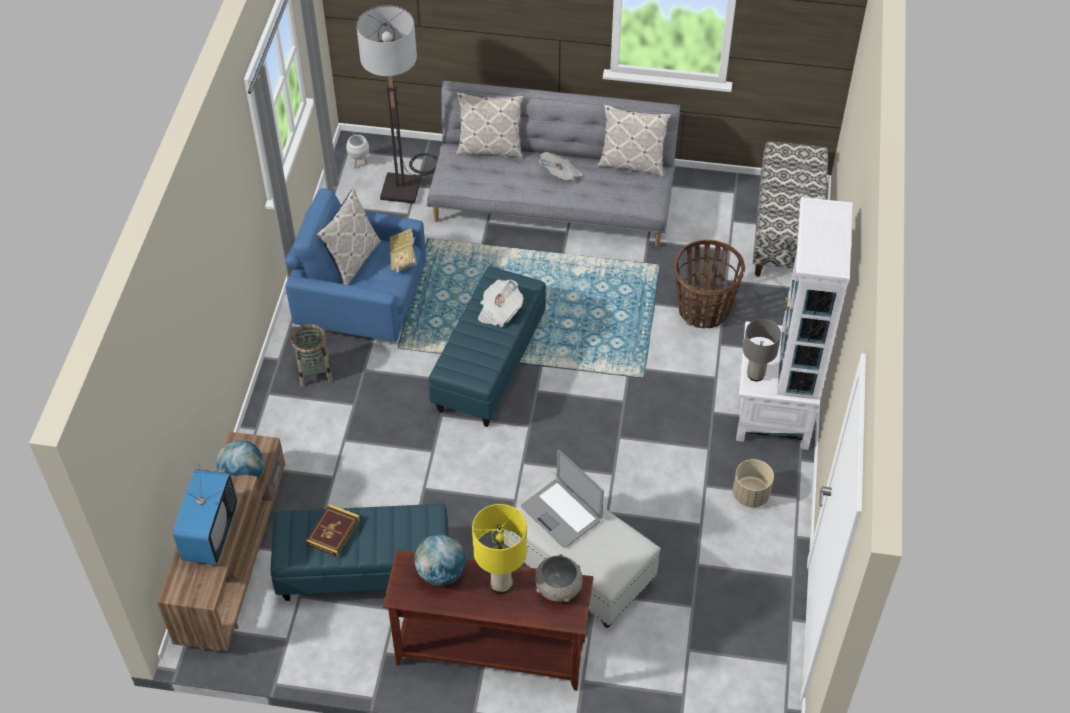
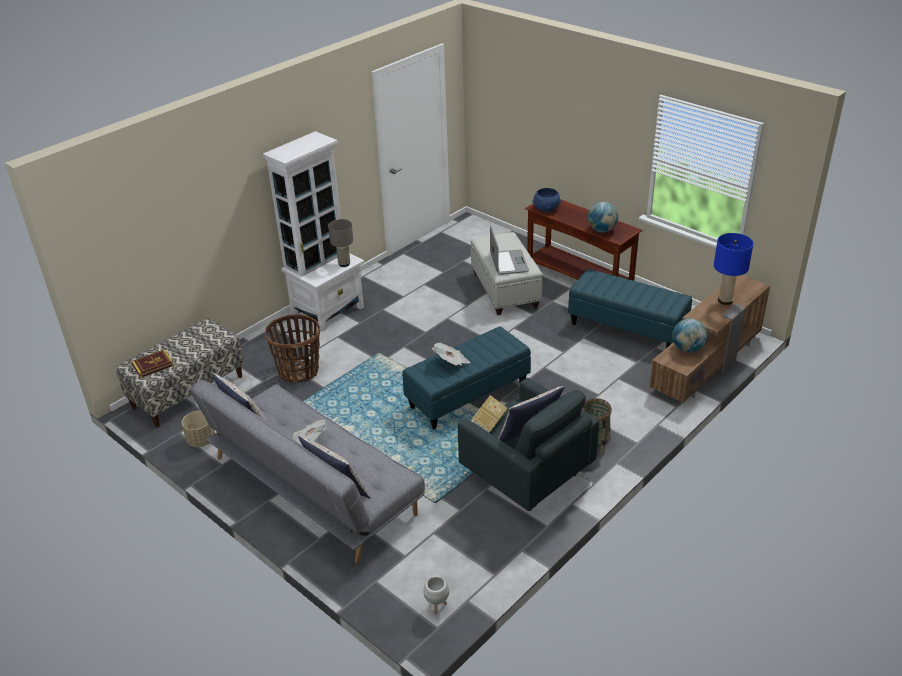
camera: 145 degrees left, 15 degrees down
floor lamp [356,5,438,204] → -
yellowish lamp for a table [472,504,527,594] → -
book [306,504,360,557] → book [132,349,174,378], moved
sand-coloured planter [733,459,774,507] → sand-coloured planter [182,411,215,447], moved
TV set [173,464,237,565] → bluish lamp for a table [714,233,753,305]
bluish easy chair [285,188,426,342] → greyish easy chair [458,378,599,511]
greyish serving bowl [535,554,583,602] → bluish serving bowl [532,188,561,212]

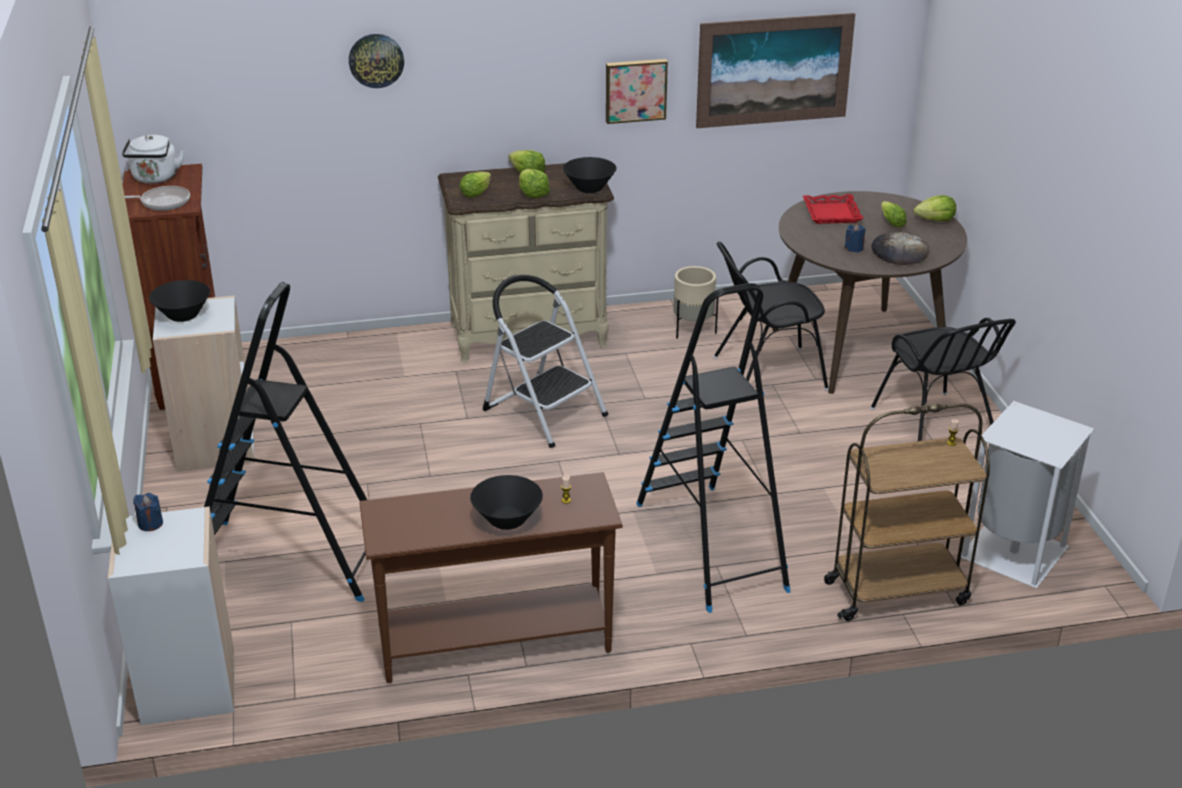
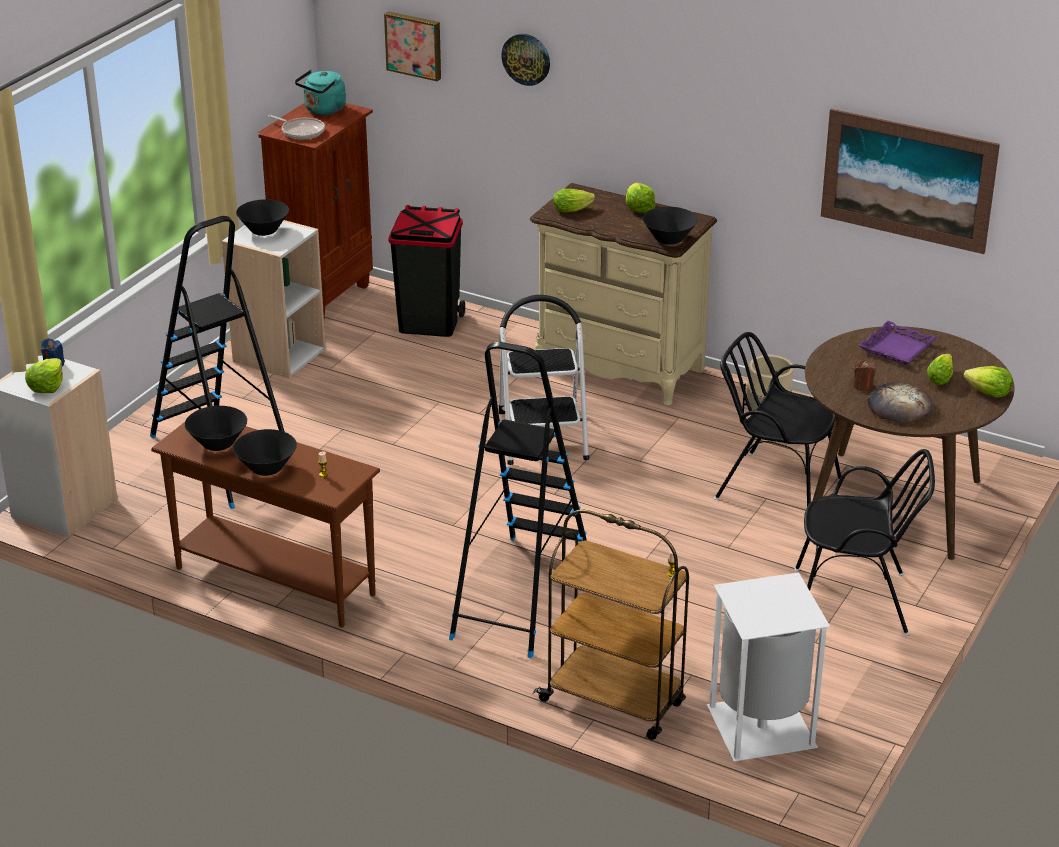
camera: 40 degrees right, 0 degrees up
- → black-coloured serving bowl [185,406,247,451]
- → black-coloured trash can [388,205,465,337]
lettuce [519,169,550,198] → lettuce [25,358,63,393], moved
picture [606,59,668,124] → picture [384,11,441,81], moved
white-coloured tea kettle [122,135,184,184] → turquoise-coloured tea kettle [295,70,346,115]
red serving tray [803,194,864,224] → purplish serving tray [858,321,938,365]
bluish wax candle [845,224,866,253] → brown-coloured wax candle [853,360,876,391]
black-coloured upright chair [870,318,1016,441] → black-coloured upright chair [794,449,935,636], 105 degrees counterclockwise

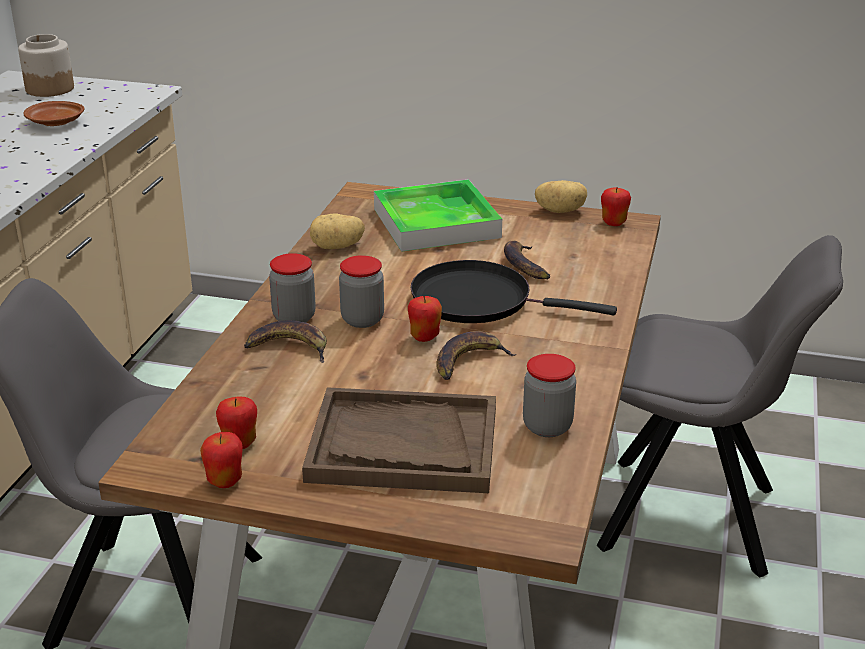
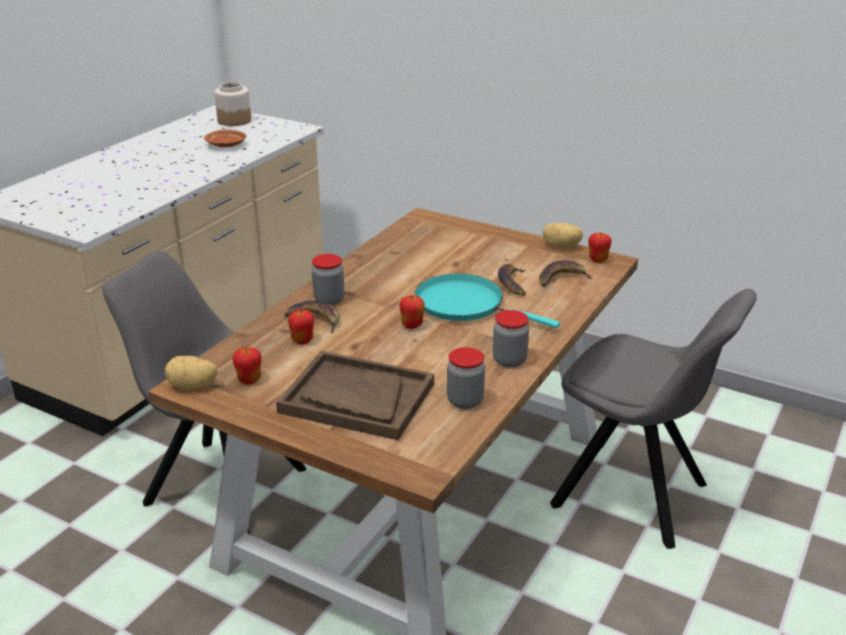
camera: 15 degrees right, 0 degrees up
serving tray [374,179,502,252] → -
apple [200,432,243,488] → apple [288,309,314,344], moved
whole potato [310,213,365,249] → whole potato [165,356,218,389], moved
jar [339,255,384,328] → jar [493,310,529,368], moved
whole banana [436,331,516,380] → whole banana [539,260,594,287], moved
black-coloured pan [411,260,617,323] → turquoise-coloured pan [415,274,560,328]

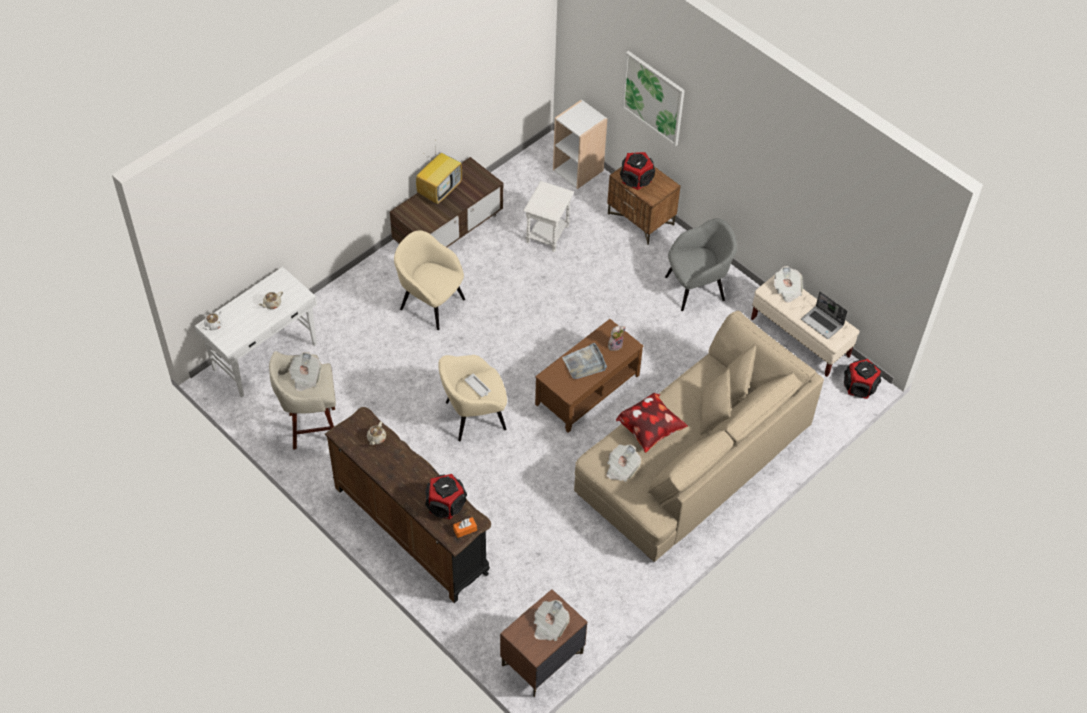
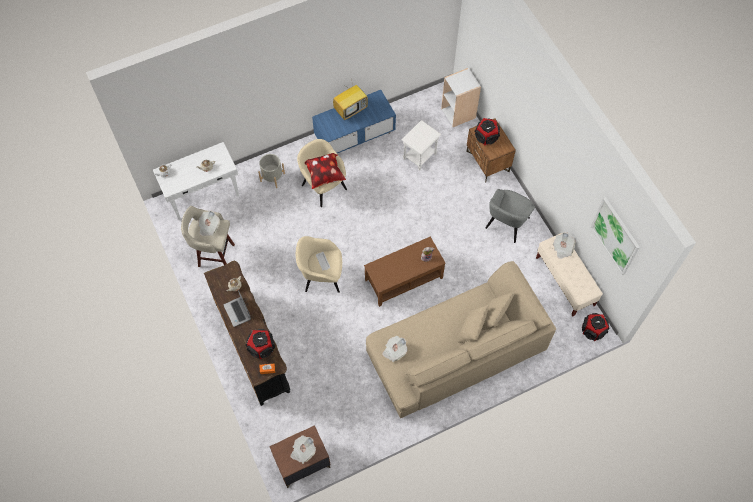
camera: 20 degrees right, 10 degrees up
greyish serving tray [562,343,607,379] → -
- → greyish planter [258,154,285,188]
throw pillow [616,393,688,453] → throw pillow [305,153,346,189], moved
picture [621,51,685,147] → picture [590,197,640,276], moved
notebook computer [801,292,848,339] → notebook computer [224,290,251,327], moved
brown-coloured tv unit [390,157,503,248] → bluish tv unit [312,90,396,153]
greyish easy chair [665,218,737,311] → greyish easy chair [486,189,535,243], 120 degrees clockwise

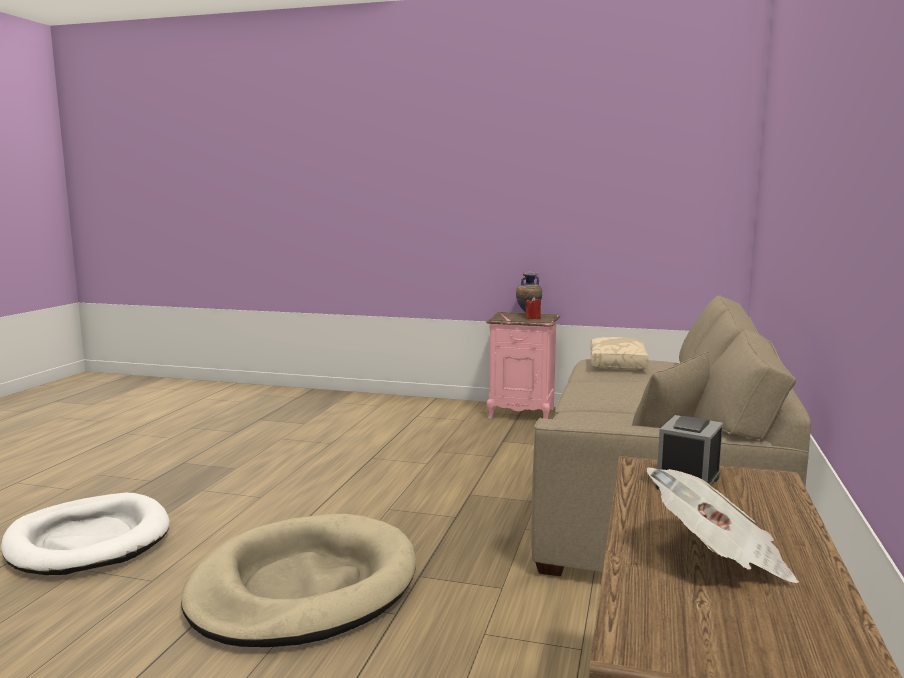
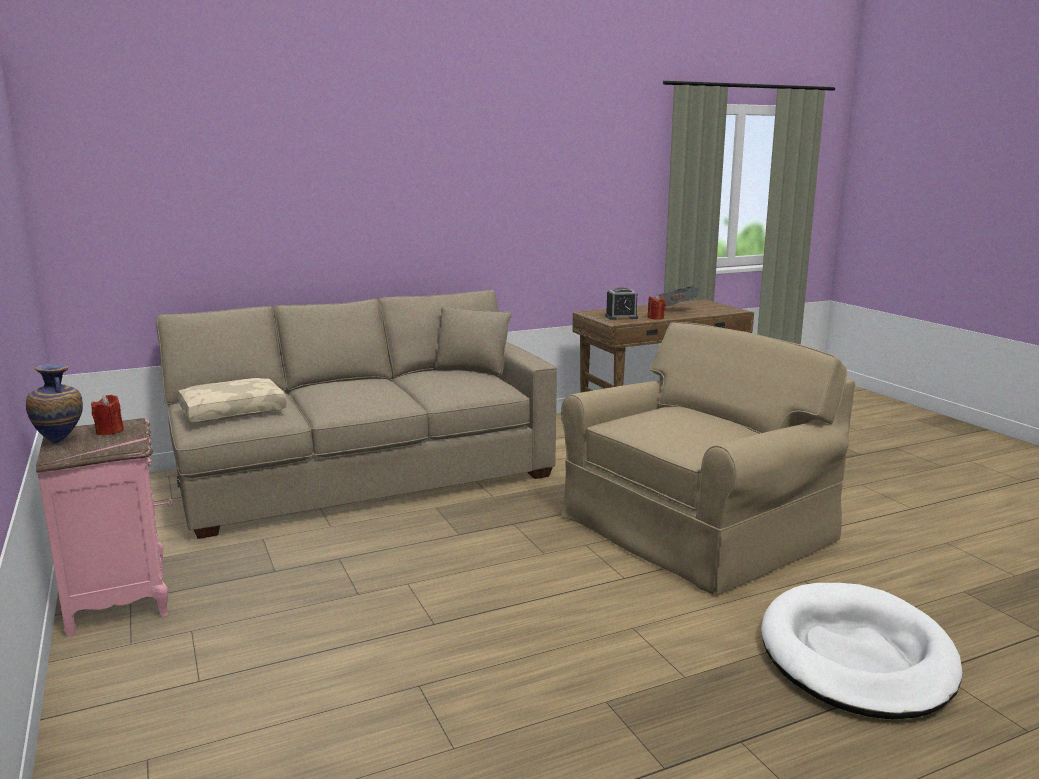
camera: 130 degrees left, 5 degrees up
- → red wax candle [647,295,666,320]
sand-coloured pet bed [181,514,416,647] → sand-coloured easy chair [561,322,855,595]

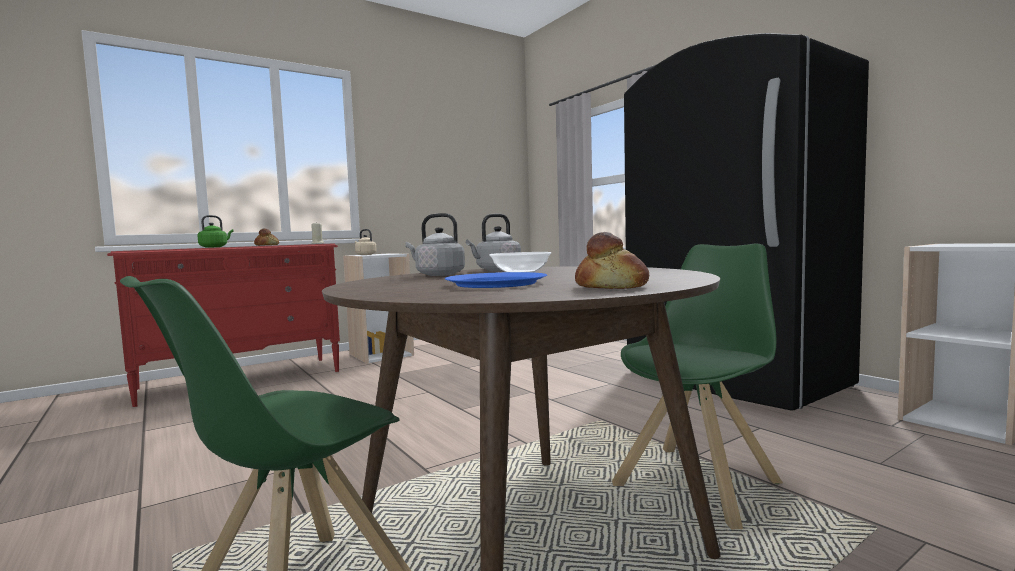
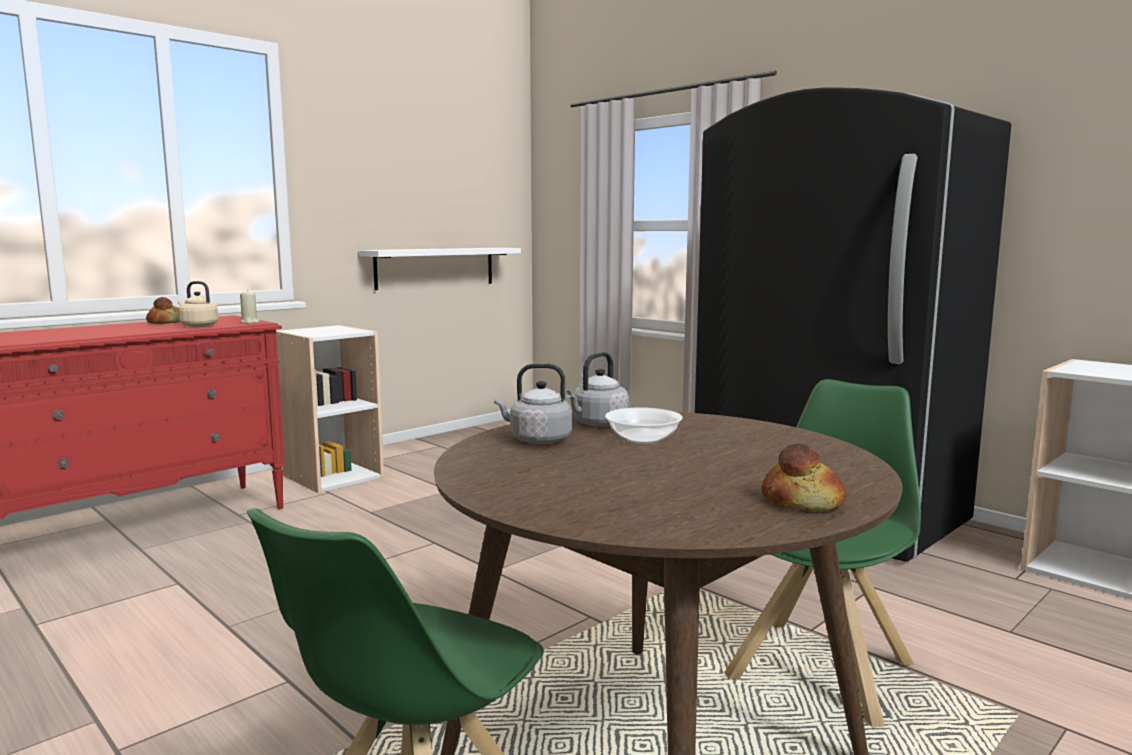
camera: 10 degrees left, 5 degrees up
greenish tea kettle [197,215,234,248] → -
bluish dinner plate [445,272,547,288] → -
- → white-coloured shelf [359,248,521,290]
sand-coloured tea kettle [355,229,377,255] → sand-coloured tea kettle [178,281,218,327], moved

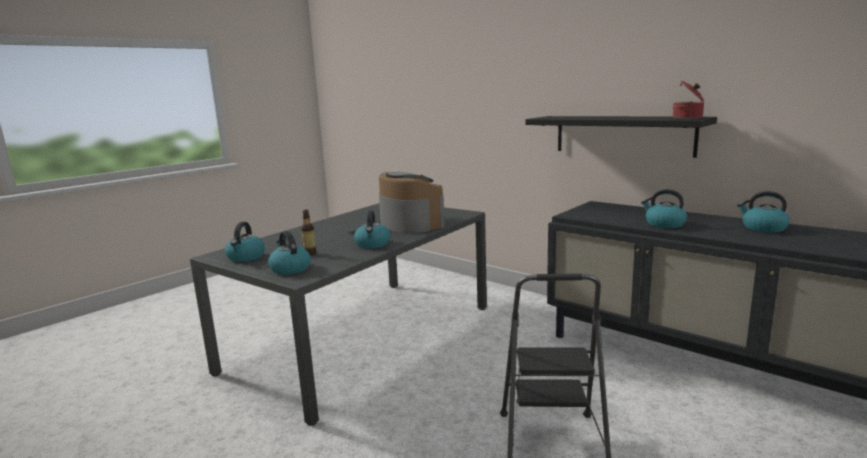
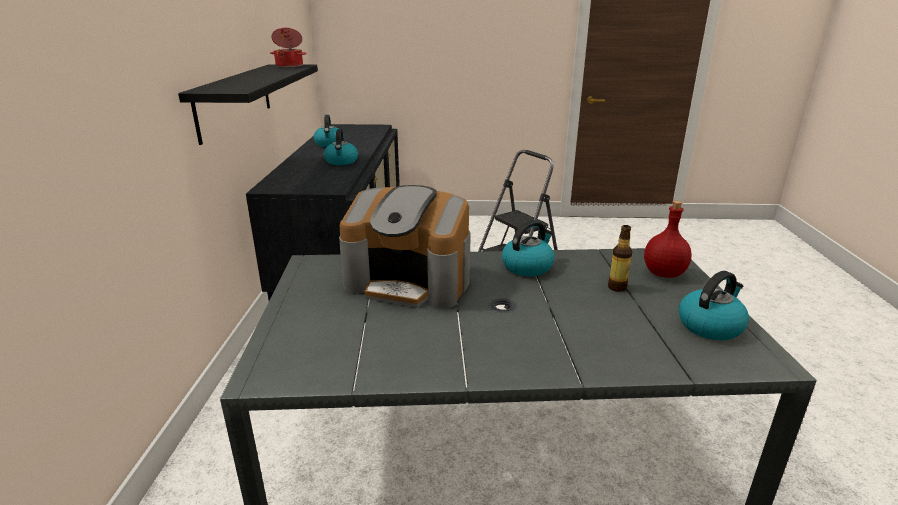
camera: 130 degrees left, 10 degrees up
tea kettle [268,231,311,275] → red bottle [644,201,691,278]
coffee brewer [379,172,445,233] → coffee brewer [339,185,471,309], 90 degrees counterclockwise

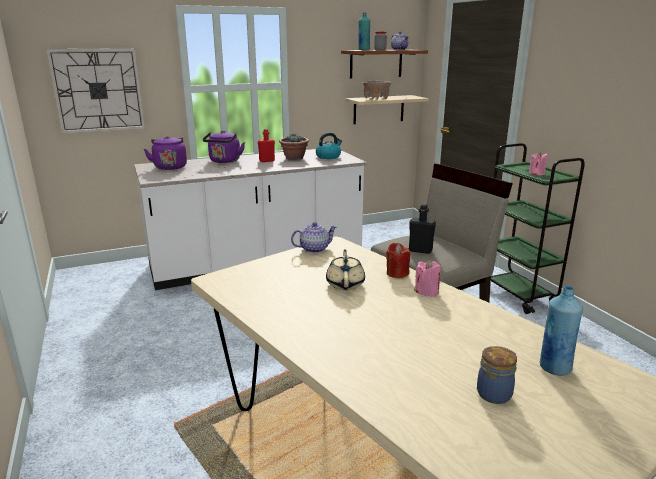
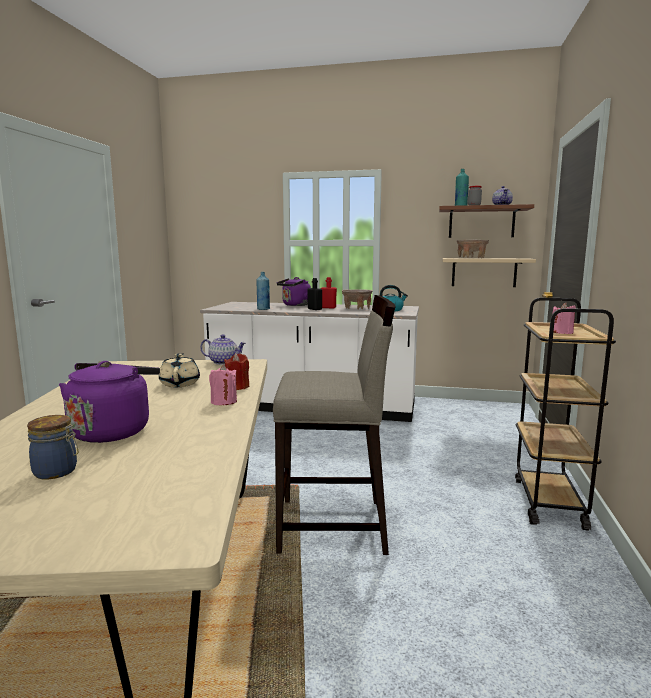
camera: 35 degrees right, 10 degrees down
wall clock [46,48,145,134] → -
purplish tea kettle [144,136,187,170] → purplish tea kettle [59,361,160,443], moved
black-coloured bottle [409,204,436,254] → black-coloured bottle [307,278,322,310], moved
bluish bottle [540,285,583,376] → bluish bottle [257,272,270,310], moved
houseplant [279,134,309,160] → sand-coloured serving bowl [342,289,373,309]
greenish wheeled cart [491,143,585,314] → brown-coloured wheeled cart [515,298,616,531]
sand-coloured tea pot [326,249,365,290] → sand-coloured tea pot [159,353,200,387], 45 degrees counterclockwise

